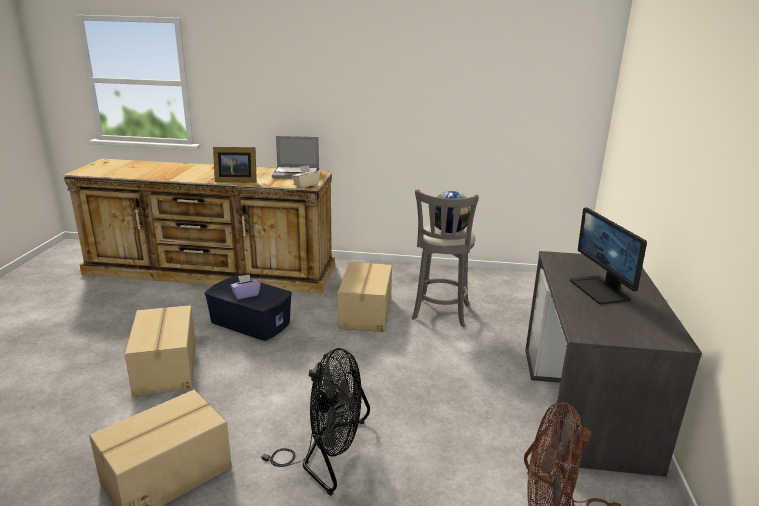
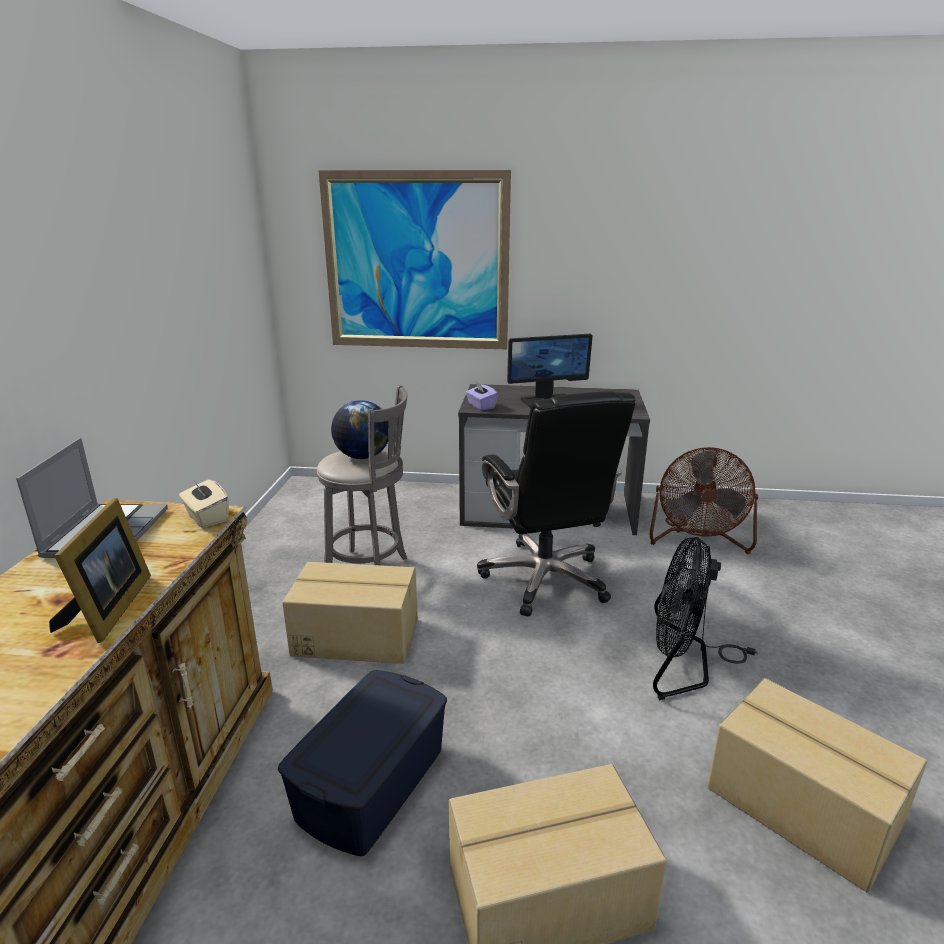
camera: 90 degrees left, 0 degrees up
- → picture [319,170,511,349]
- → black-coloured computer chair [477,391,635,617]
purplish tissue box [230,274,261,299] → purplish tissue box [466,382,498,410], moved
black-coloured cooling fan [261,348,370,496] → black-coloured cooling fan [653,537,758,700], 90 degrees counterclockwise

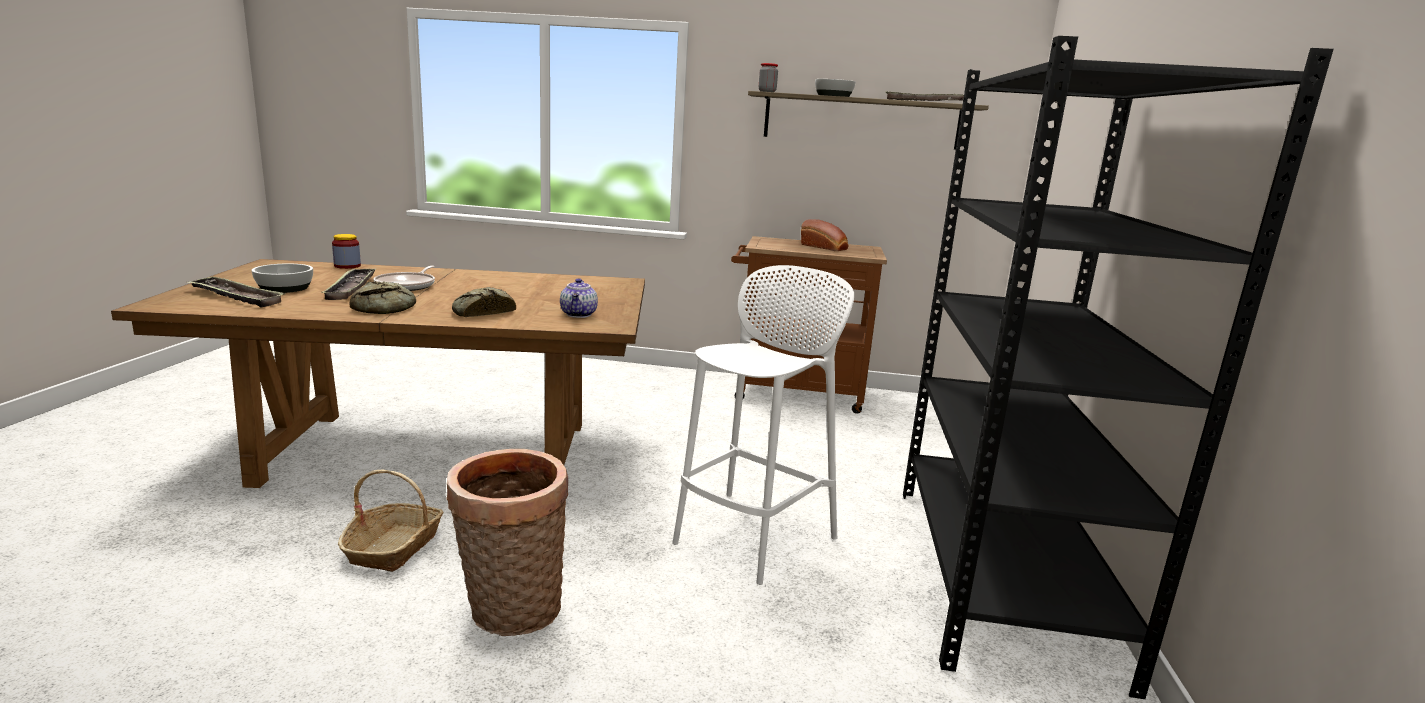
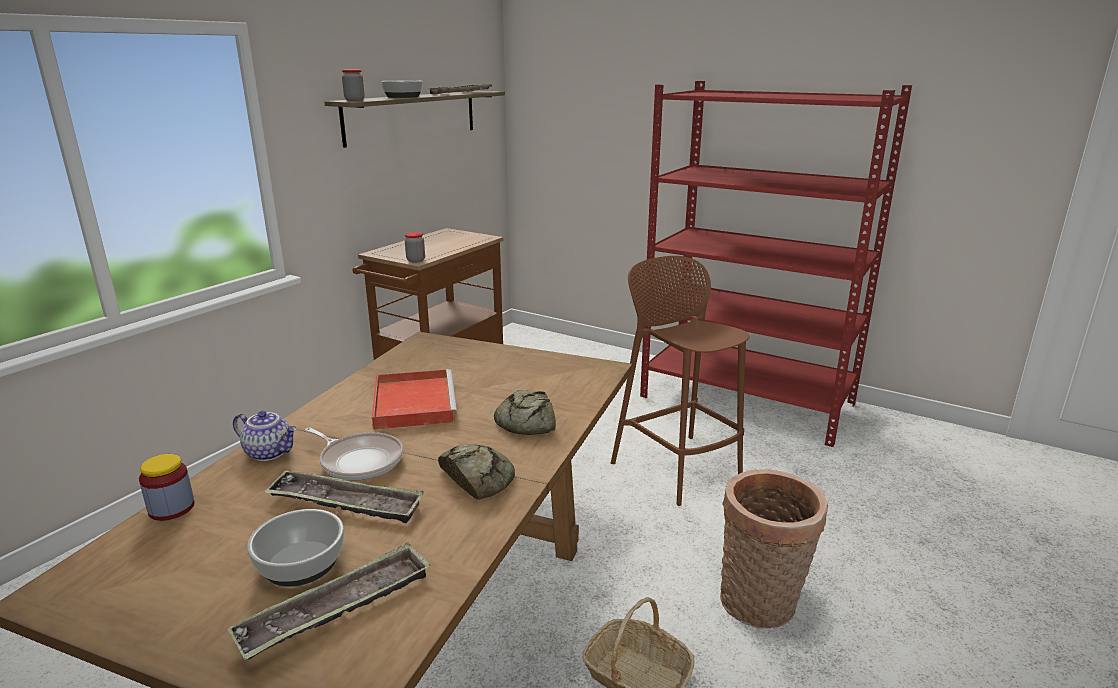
camera: 65 degrees left, 5 degrees up
bakery bread [801,219,848,251] → -
- → red serving tray [372,369,457,430]
- → jar [405,232,425,263]
tea pot [560,278,598,318] → tea pot [233,411,297,461], moved
white-coloured stool seat [672,265,854,585] → brown-coloured stool seat [611,256,750,506]
black-coloured shelving unit [903,36,1333,699] → red shelving unit [640,81,912,447]

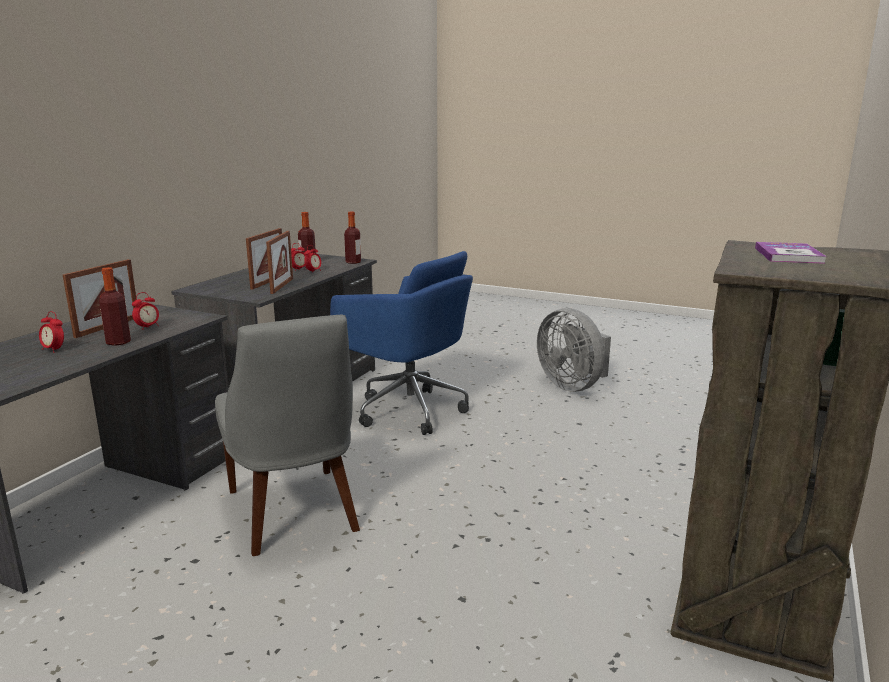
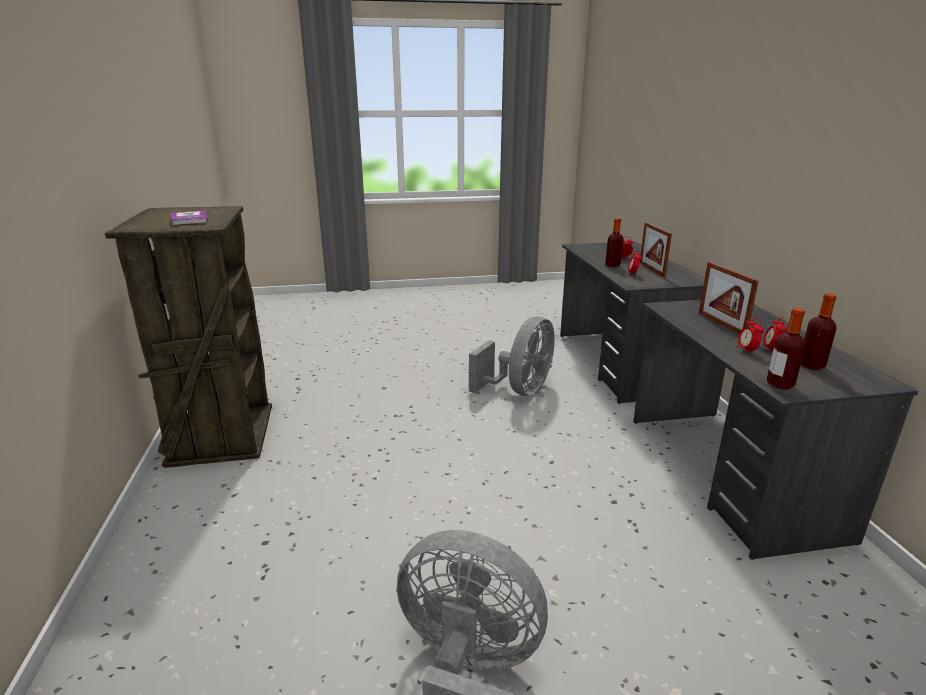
camera: 145 degrees right, 5 degrees up
standing frame [266,231,293,294] → -
bluish computer chair [330,251,473,435] → -
greyish upright chair [215,315,360,556] → greyish cooling fan [469,316,555,396]

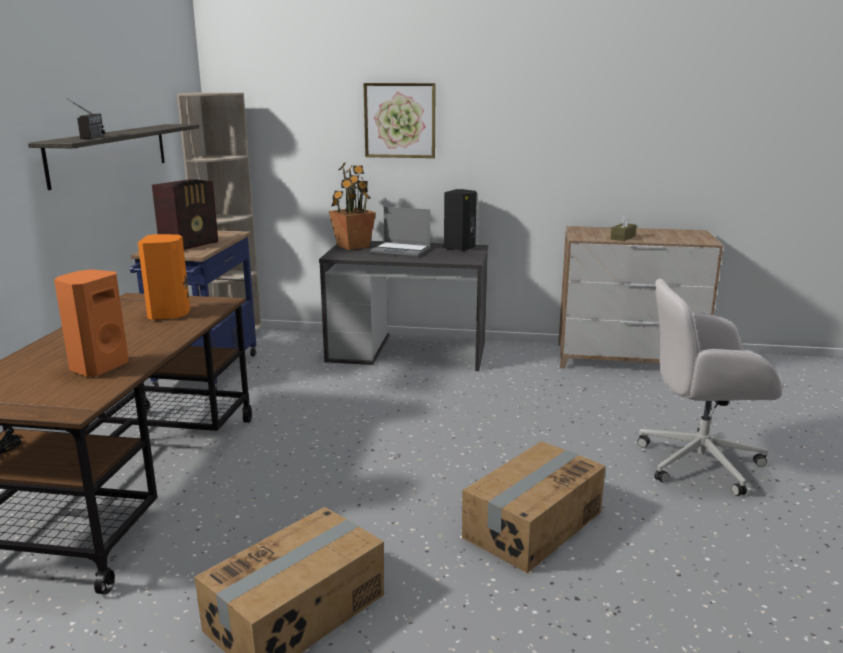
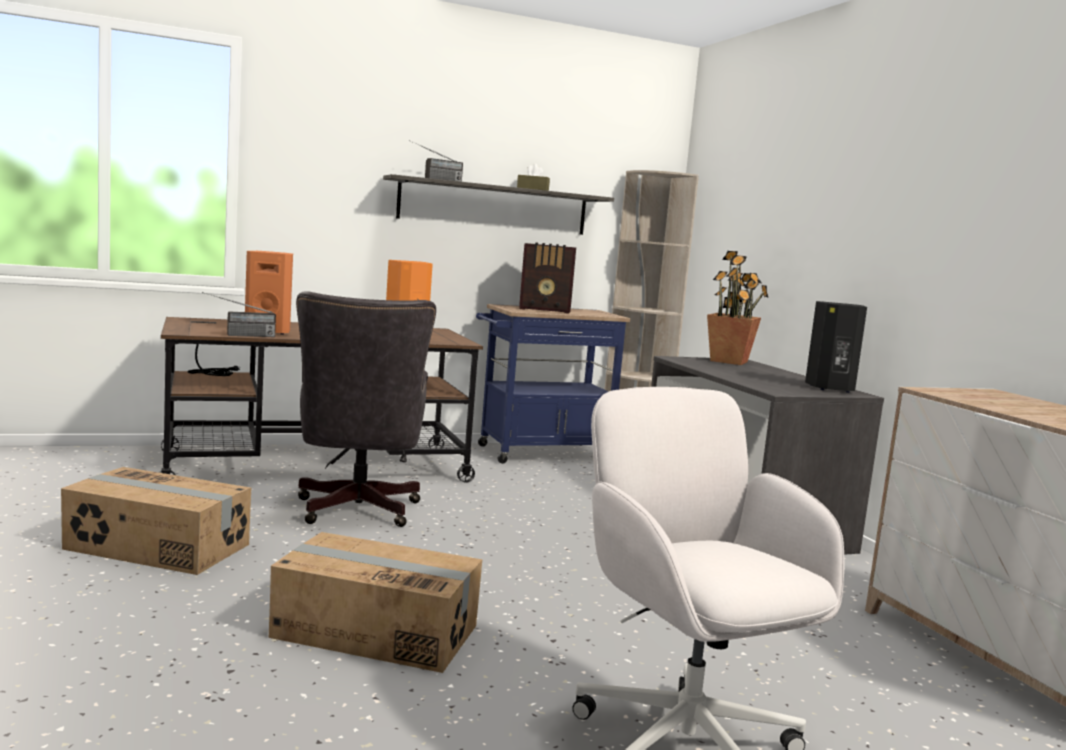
camera: 60 degrees right, 10 degrees down
picture [364,83,436,158] → -
notebook computer [370,207,430,257] → -
- → radio [202,292,276,337]
- → greyish computer chair [296,291,436,527]
brown-coloured tissue box [611,214,637,241] → brown-coloured tissue box [517,163,550,191], moved

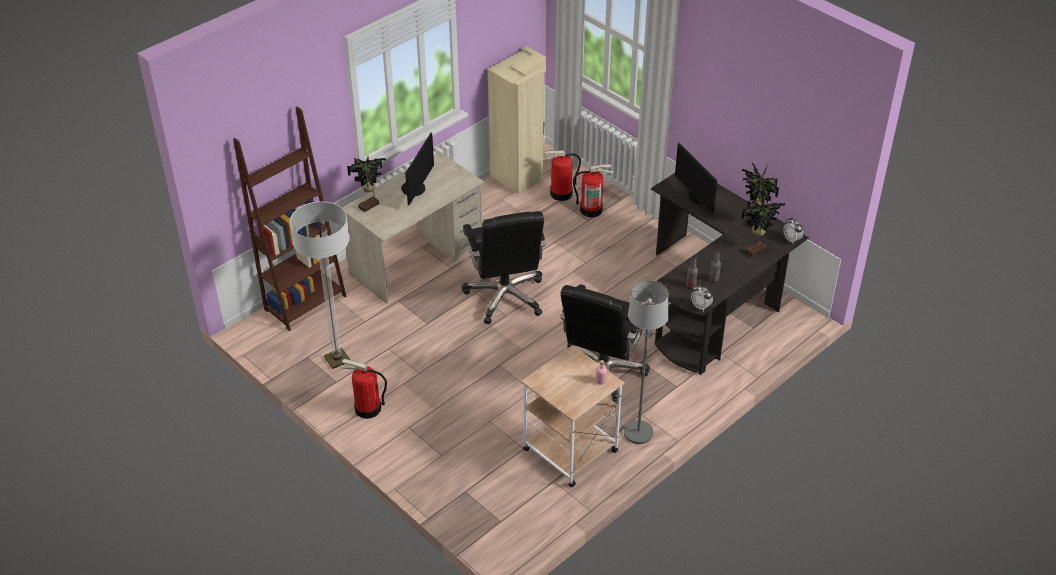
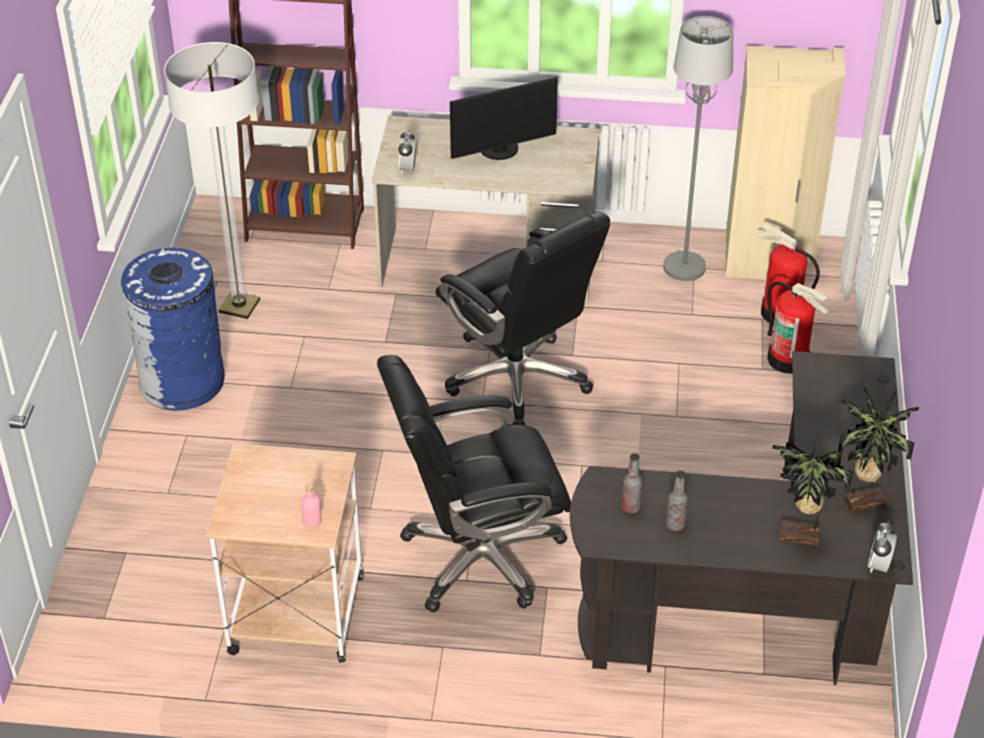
camera: 50 degrees right, 0 degrees up
houseplant [347,156,386,212] → -
computer screen [675,143,717,213] → -
greyish floor lamp [624,281,669,444] → greyish floor lamp [663,16,733,281], moved
bedside clock [691,284,713,312] → bedside clock [398,130,417,174], moved
fire-fighting cylinder [340,359,387,419] → bluish trash can [121,248,225,411]
black-coloured computer chair [461,211,546,324] → black-coloured computer chair [436,211,610,425], 75 degrees counterclockwise

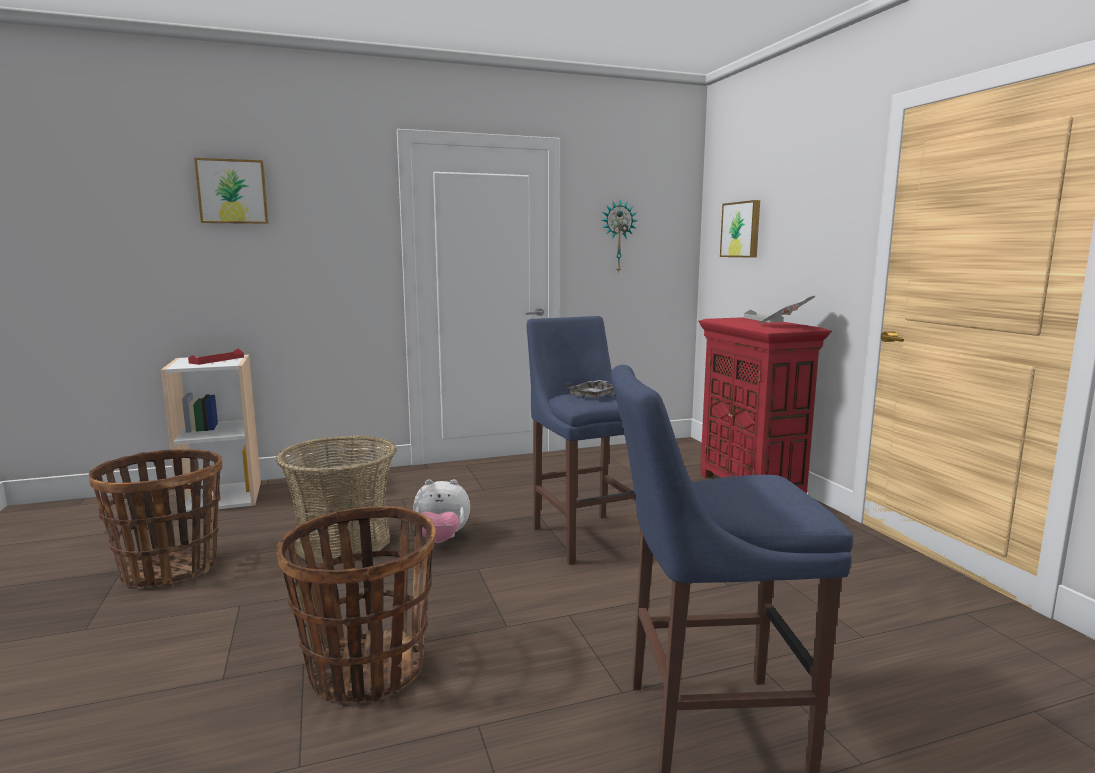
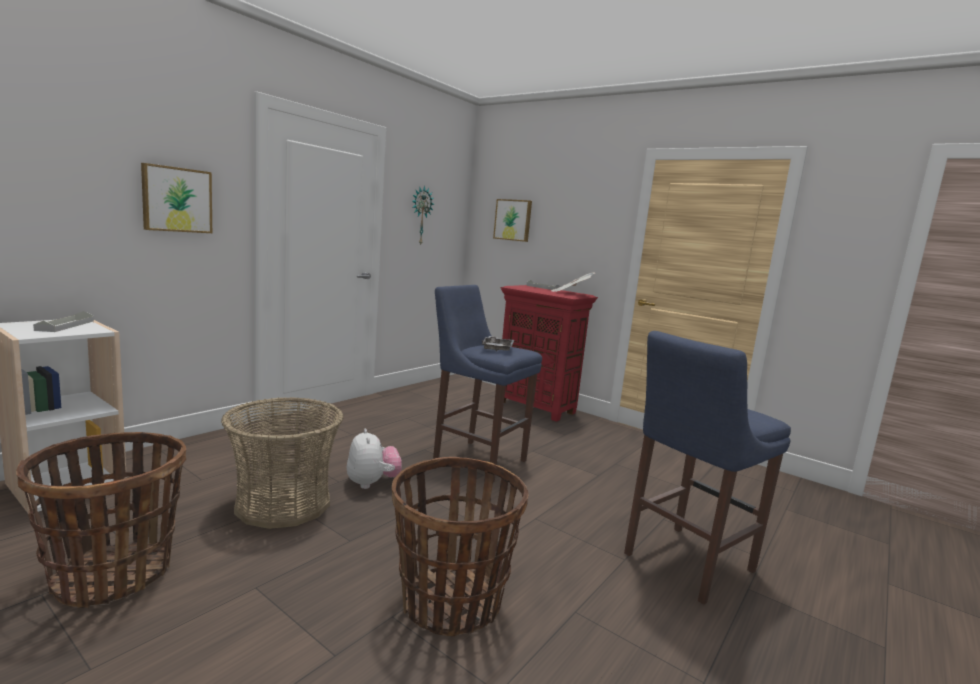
camera: 35 degrees left, 0 degrees up
picture [194,158,269,224] → picture [141,163,212,233], moved
red serving tray [188,349,244,365] → greyish serving tray [33,311,94,332]
soft toy [413,479,470,543] → soft toy [347,429,402,489], 75 degrees counterclockwise

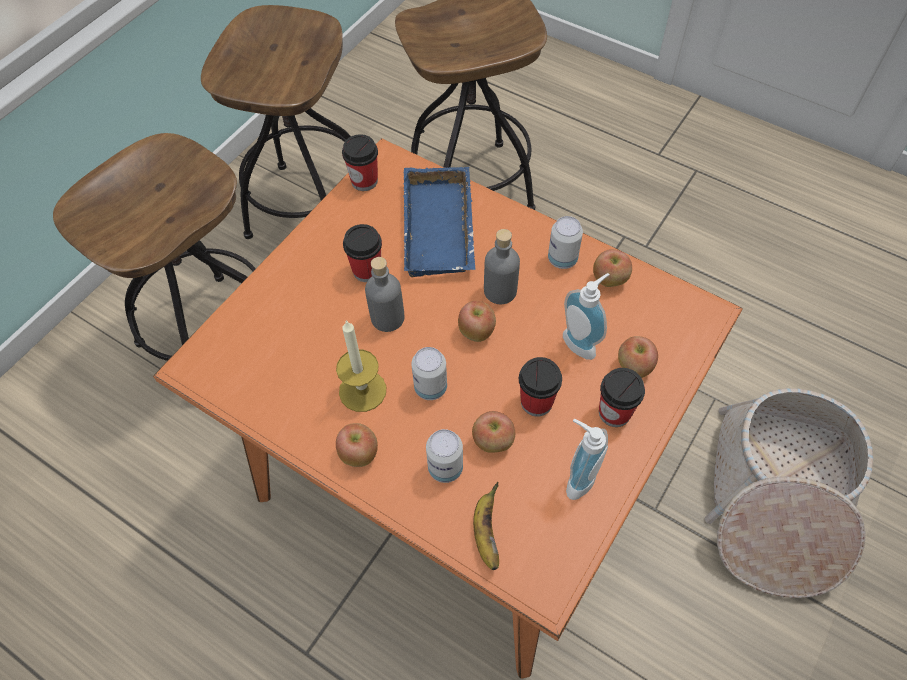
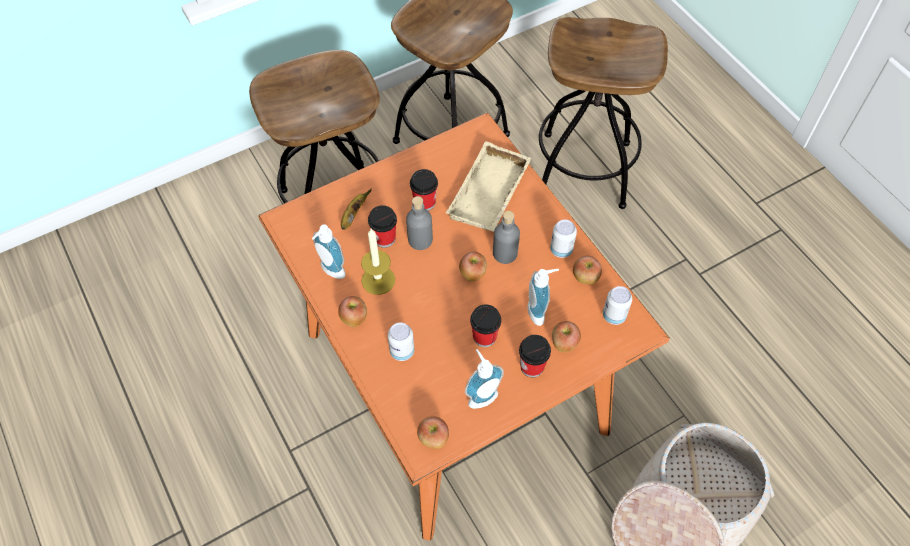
camera: 25 degrees right, 0 degrees up
- → soap dispenser [312,224,346,279]
small cup [342,134,378,191] → small cup [368,205,397,248], moved
can [411,347,447,400] → can [603,286,632,325], moved
apple [472,411,515,453] → apple [417,416,449,449], moved
whole banana [473,482,499,570] → whole banana [341,189,372,230], moved
bluish serving tray [403,167,476,277] → sand-coloured serving tray [446,141,531,232]

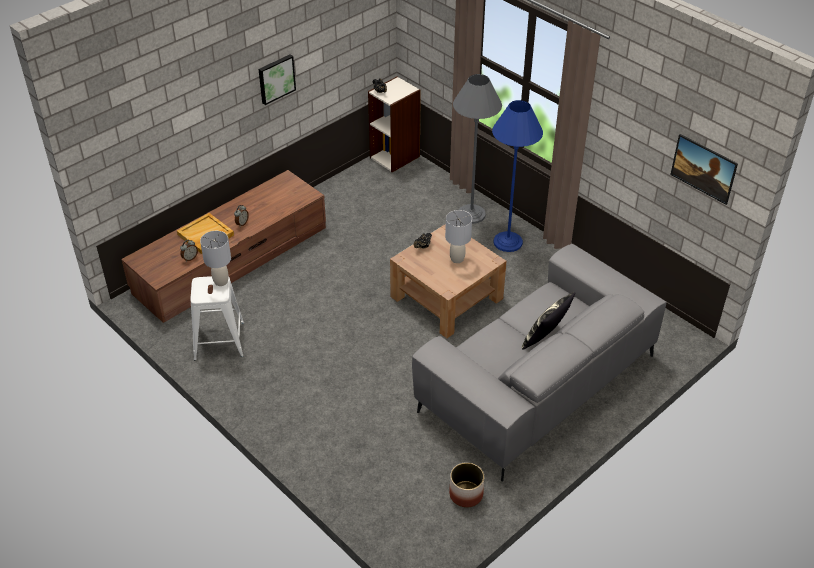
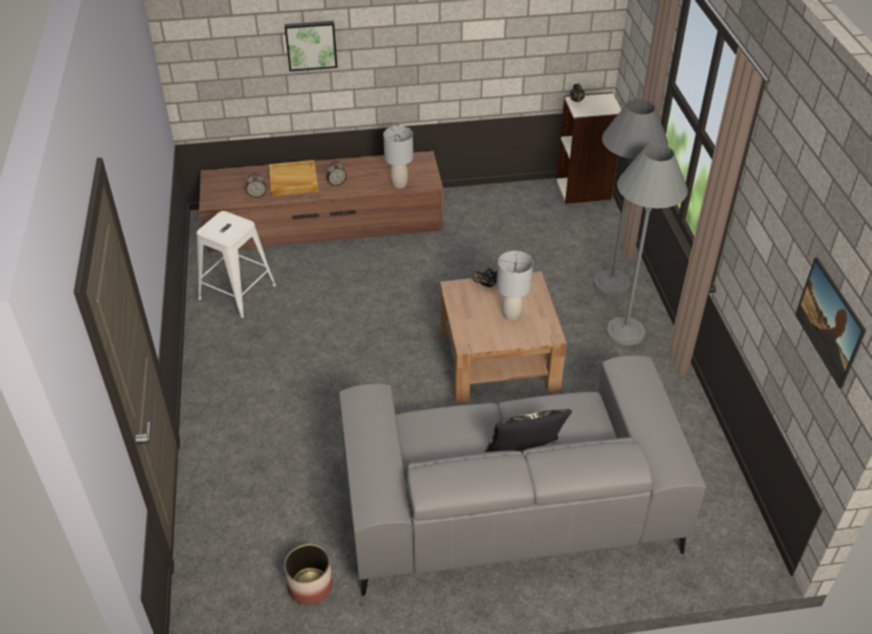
camera: 35 degrees right, 0 degrees up
greyish lamp for a table [200,231,231,286] → greyish lamp for a table [383,126,413,189], moved
picture [259,54,296,105] → picture [284,21,338,71], moved
bluish floor lamp [492,100,543,252] → greyish floor lamp [606,144,688,346]

